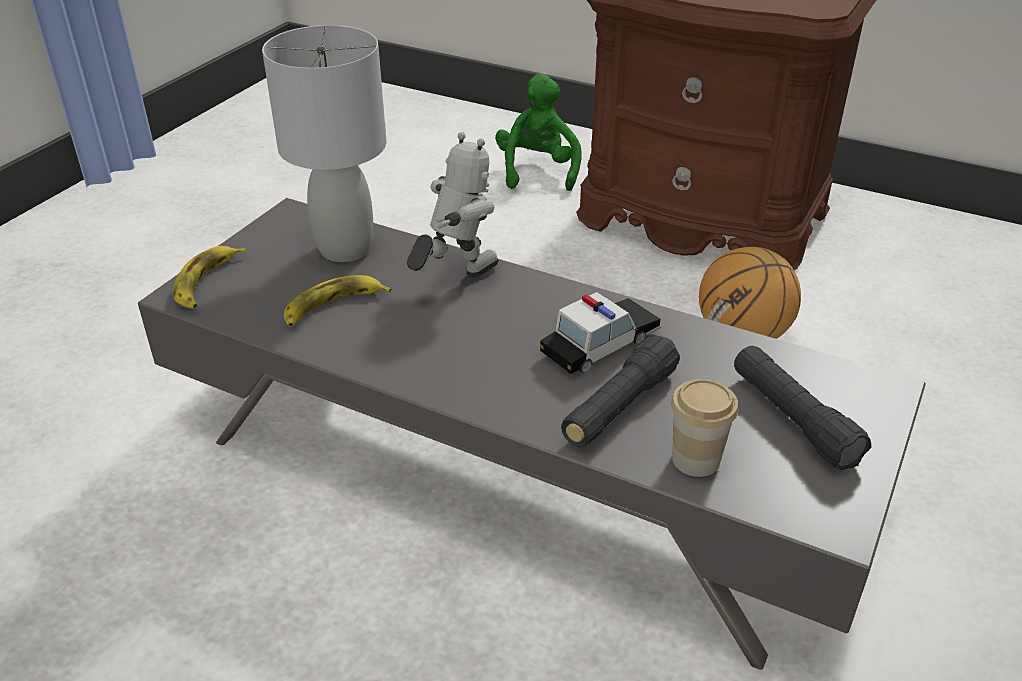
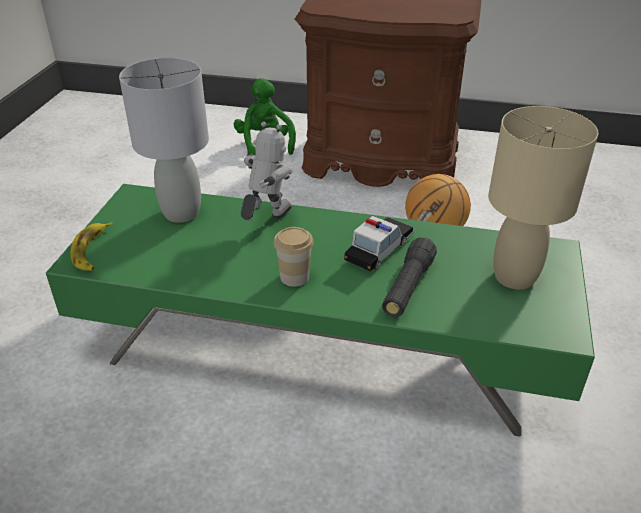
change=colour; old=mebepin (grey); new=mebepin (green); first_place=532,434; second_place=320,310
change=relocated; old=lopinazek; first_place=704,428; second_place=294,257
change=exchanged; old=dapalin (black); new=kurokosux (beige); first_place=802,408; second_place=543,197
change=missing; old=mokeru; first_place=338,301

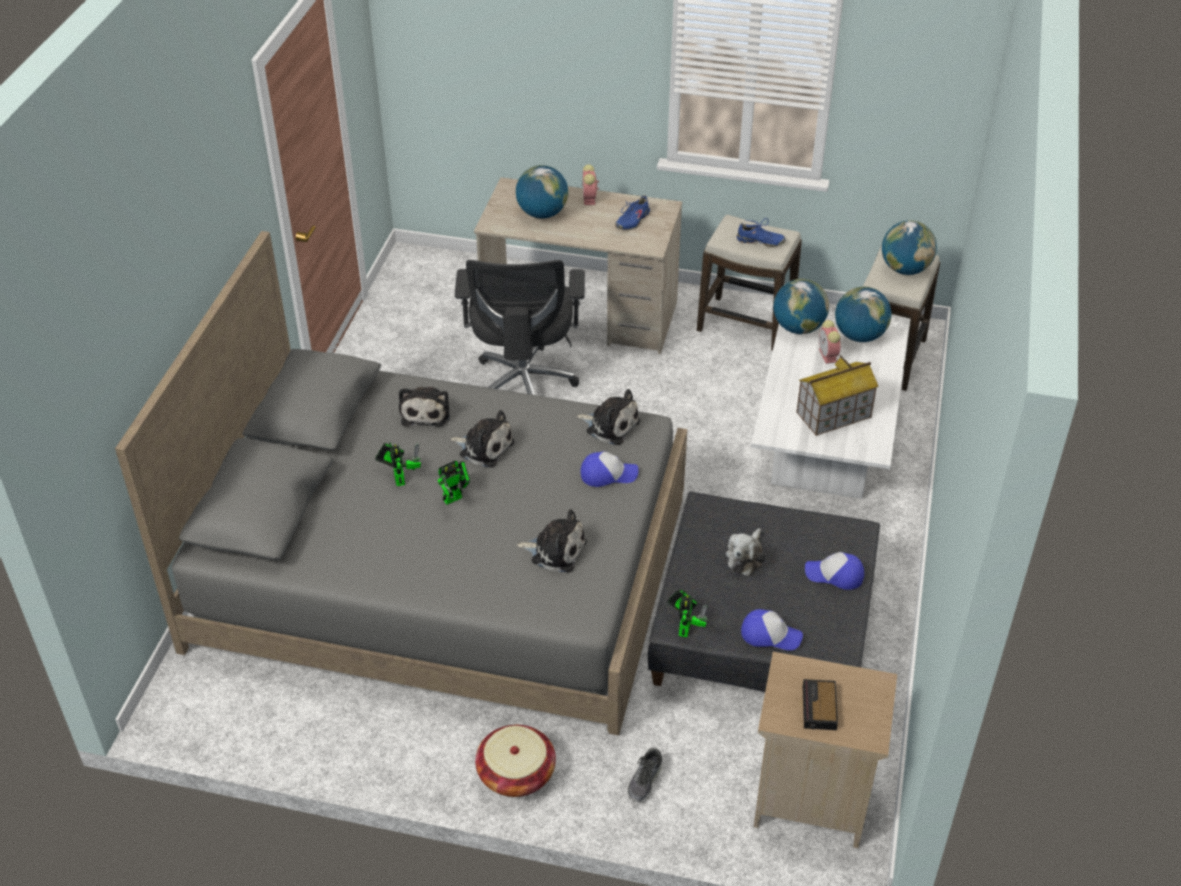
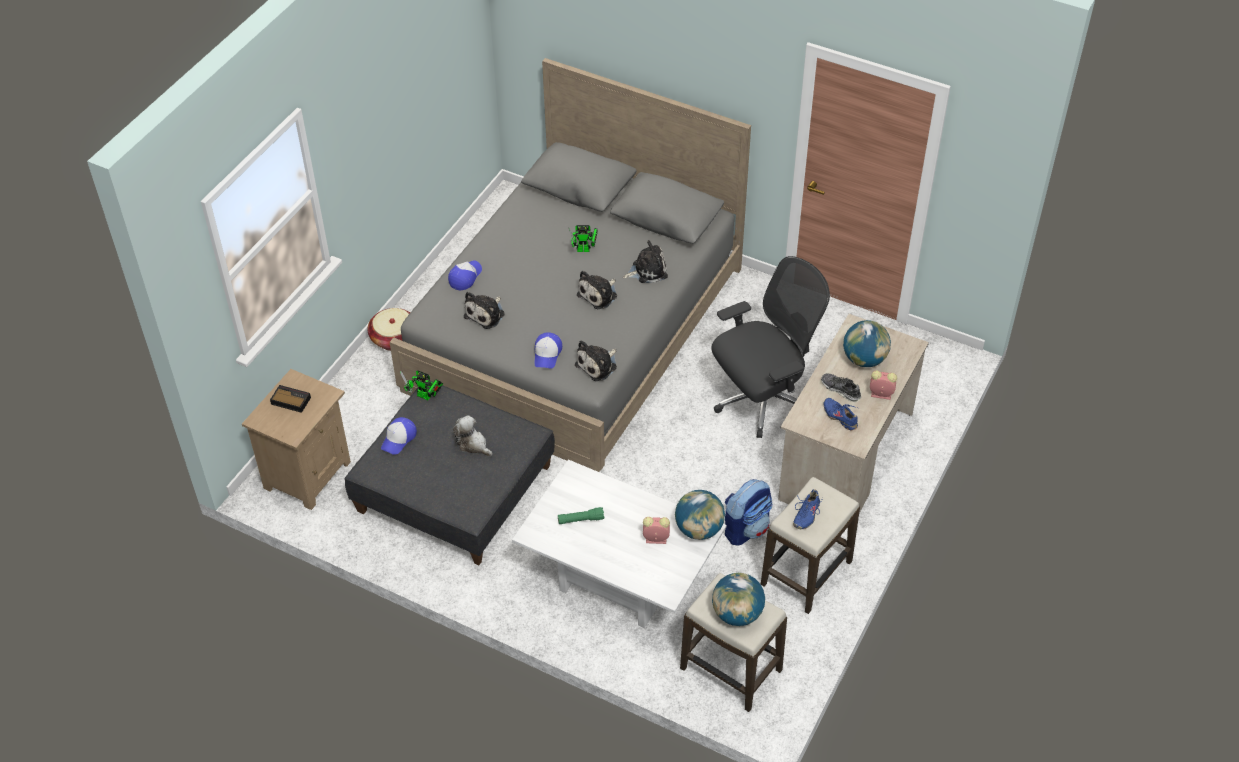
change=relocated; old=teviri; first_place=834,571; second_place=465,275
change=exchanged; old=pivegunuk; new=dapalin (green); first_place=837,395; second_place=581,515
change=spun; old=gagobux; first_place=424,406; second_place=645,261; degrees=150
change=spun; old=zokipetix; first_place=520,327; second_place=770,347; degrees=135
change=appeared; new=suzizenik; second_place=749,512
change=relocated; old=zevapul; first_place=645,775; second_place=841,387
change=missing; old=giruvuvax; first_place=454,483
change=missing; old=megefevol; first_place=863,314

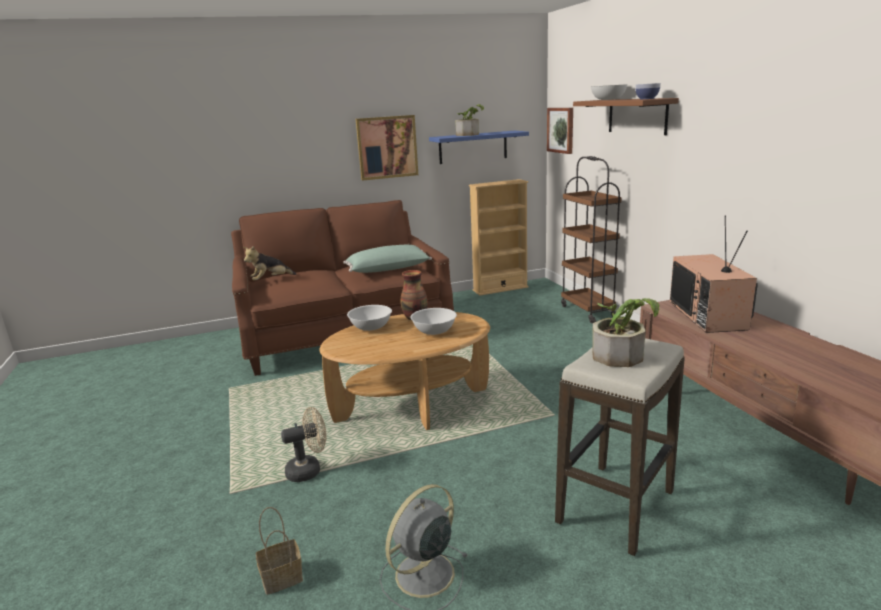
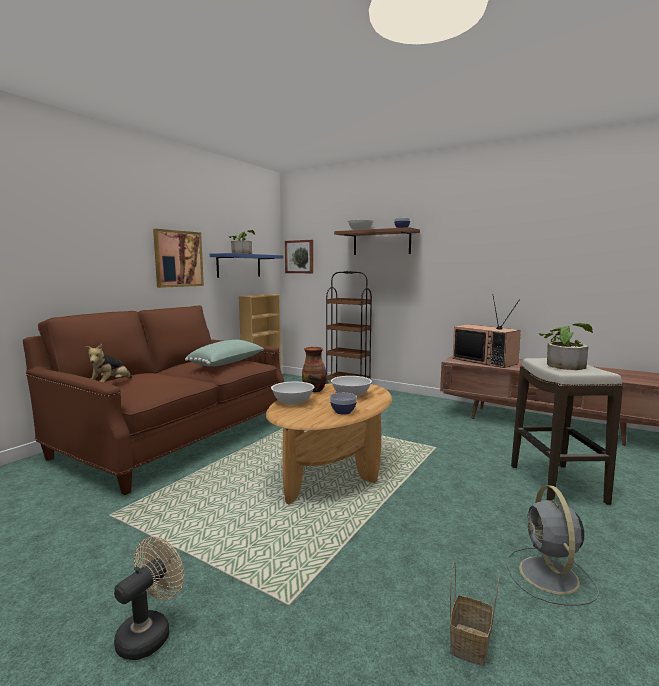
change=relocated; old=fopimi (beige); first_place=303,444; second_place=149,598
change=appeared; new=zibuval; second_place=343,404

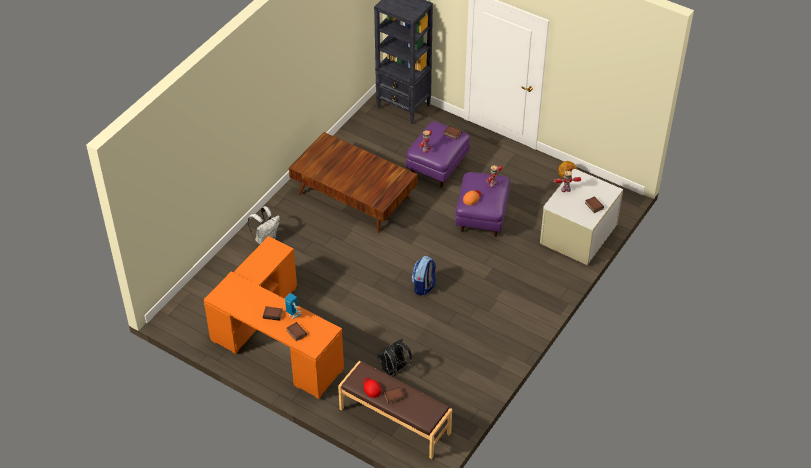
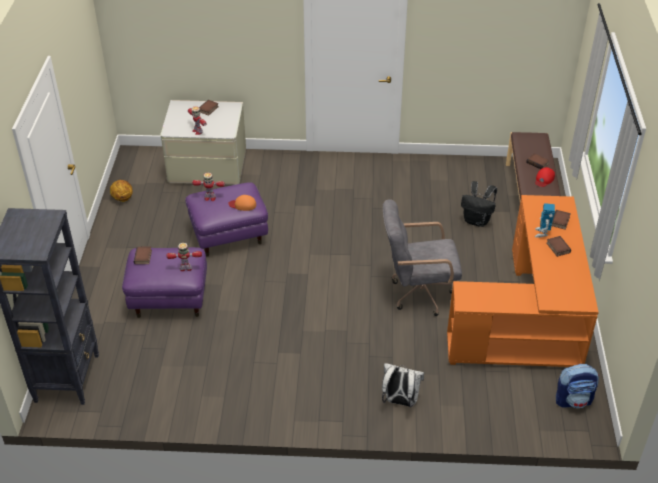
change=appeared; new=zokipetix (grey); second_place=422,257
change=relocated; old=suzizenik; first_place=423,275; second_place=577,386
change=missing; old=mebepin (brown); first_place=353,182

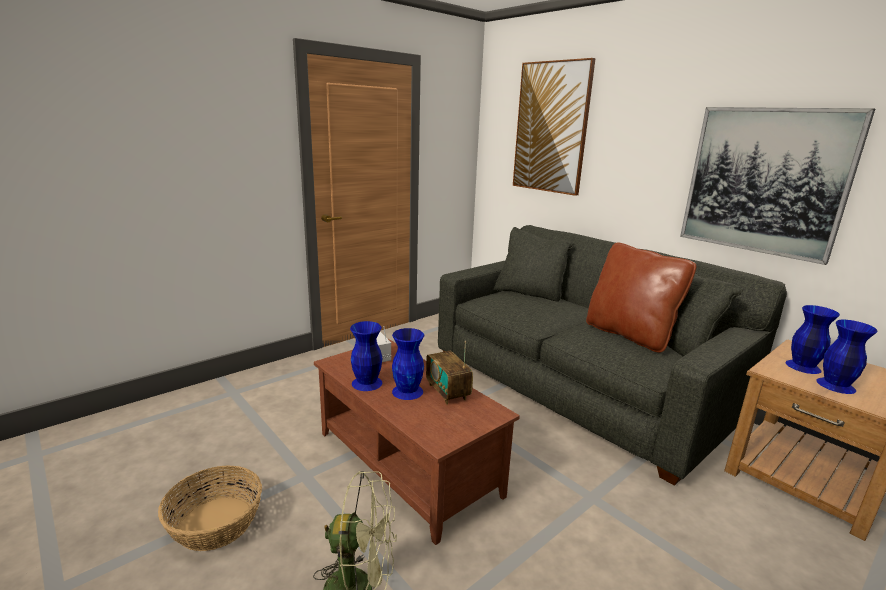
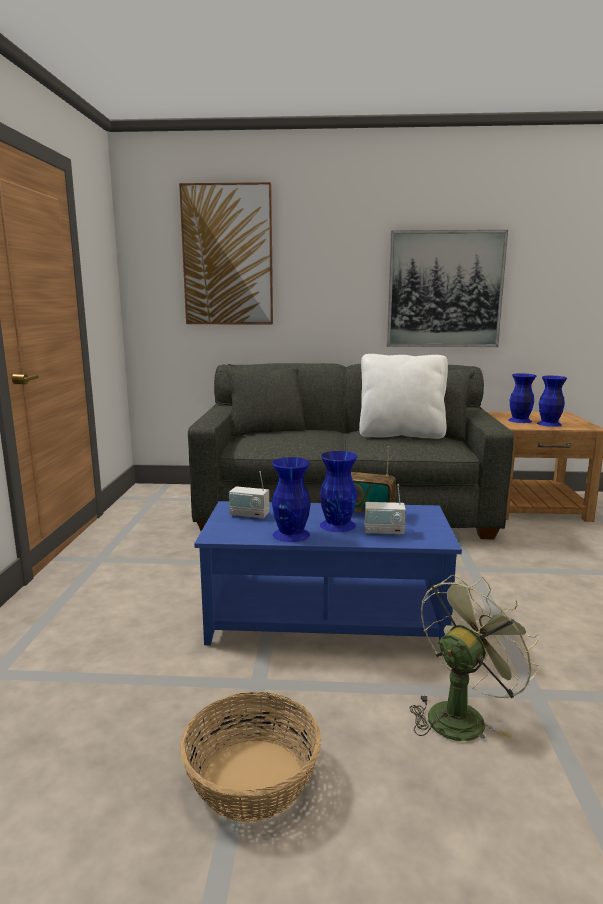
change=colour; old=mebepin (brown); new=mebepin (blue); first_place=417,442; second_place=328,573
change=colour; old=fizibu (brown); new=fizibu (white); first_place=641,298; second_place=403,396
change=appeared; new=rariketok; second_place=385,510

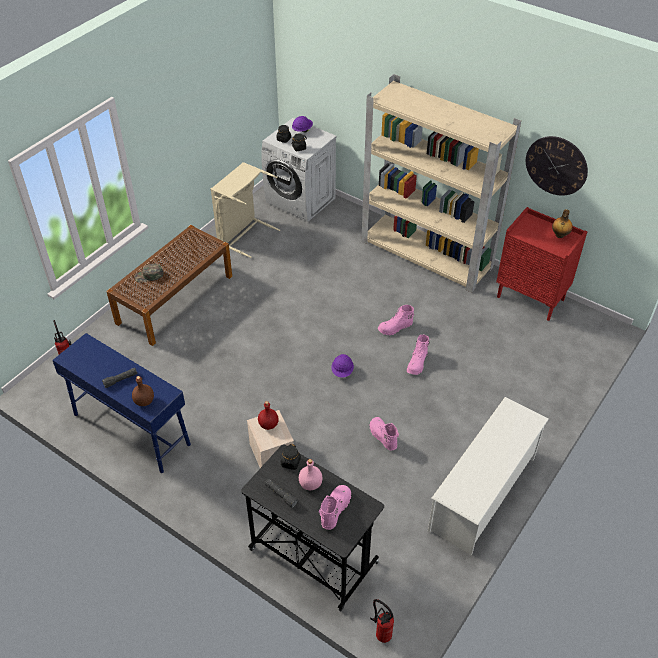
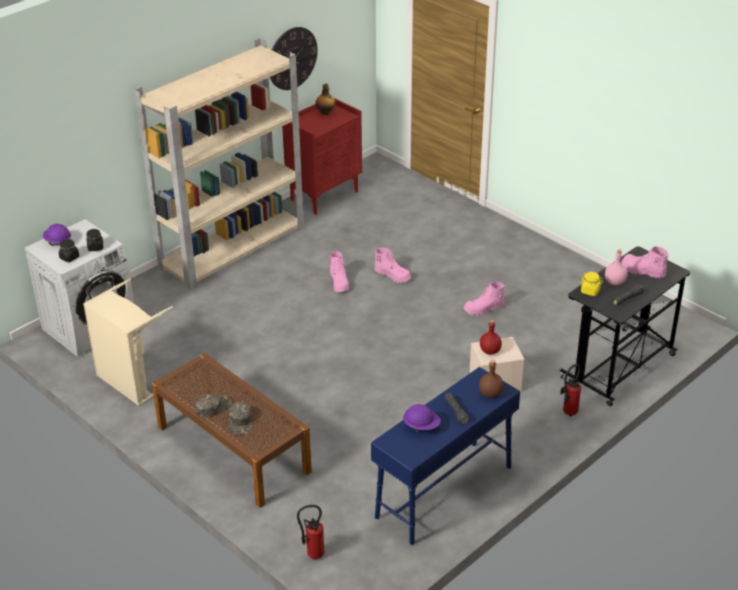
change=appeared; new=teviri (green); second_place=214,405
change=relocated; old=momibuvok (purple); first_place=342,366; second_place=422,418
change=relocated; old=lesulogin; first_place=382,621; second_place=570,390
change=colour; old=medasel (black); new=medasel (yellow); first_place=291,457; second_place=591,284
change=missing; old=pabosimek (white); first_place=488,476

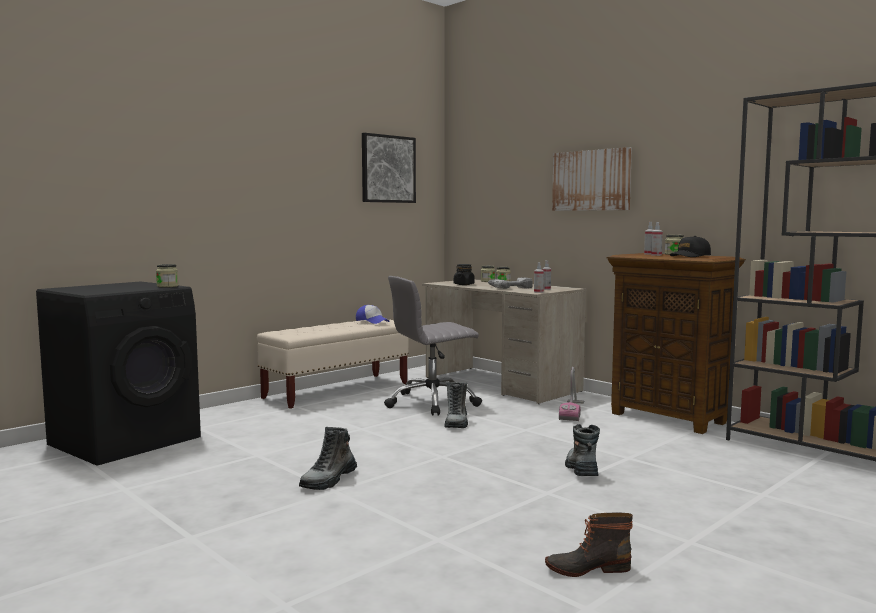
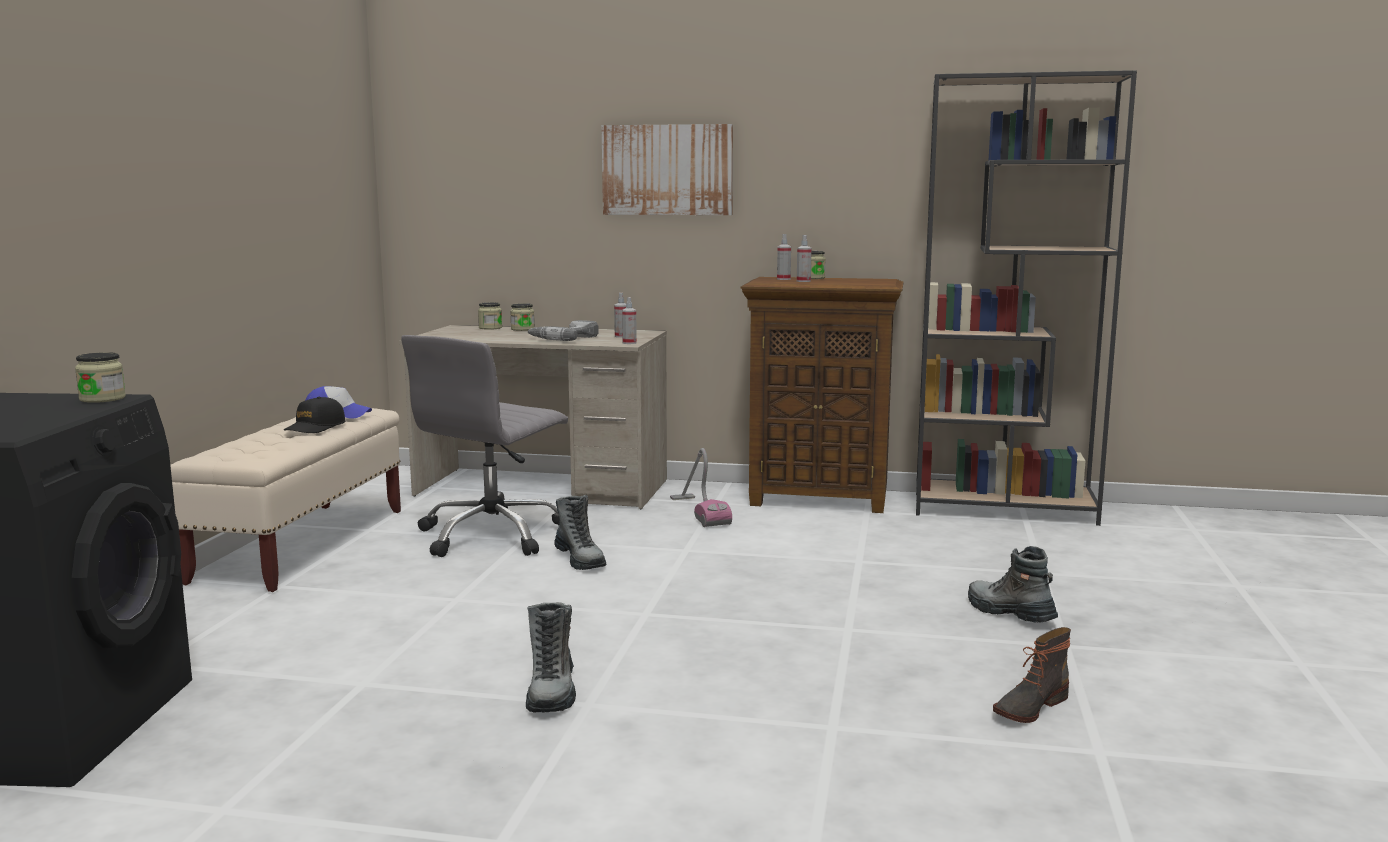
change=relocated; old=teviri (black); first_place=690,246; second_place=314,415
change=relocated; old=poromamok; first_place=582,450; second_place=1013,584
change=missing; old=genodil; first_place=389,168
change=missing; old=medasel (black); first_place=464,274

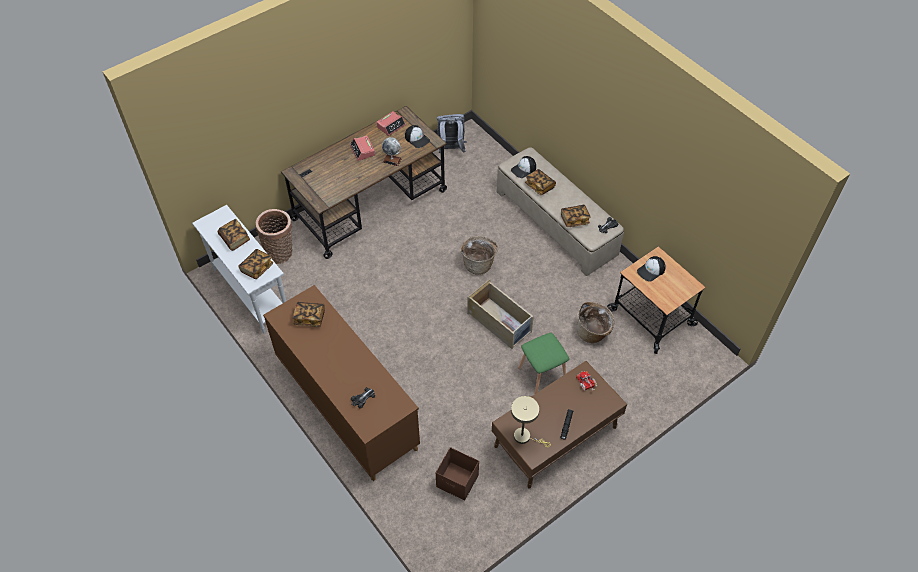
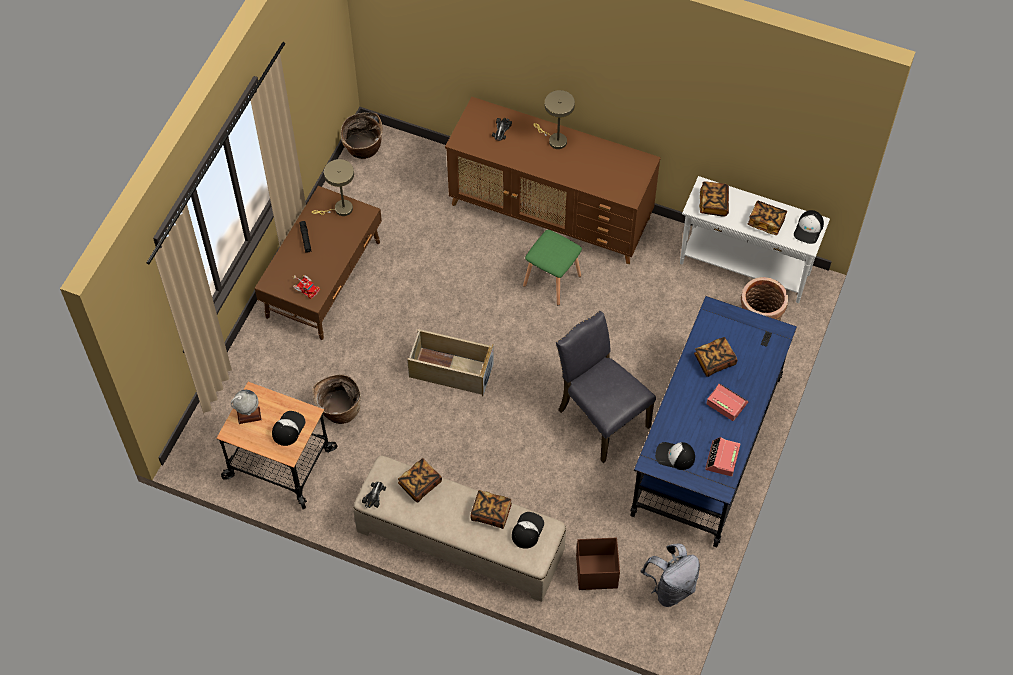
change=relocated; old=megefevol; first_place=392,151; second_place=246,407
change=relocated; old=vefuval; first_place=479,255; second_place=362,136
change=relocated; old=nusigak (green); first_place=543,363; second_place=552,268
change=appeared; new=kurokosux (beige); second_place=554,119
change=appeared; new=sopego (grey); second_place=606,387
change=relocated; old=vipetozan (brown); first_place=457,474; second_place=598,563
change=colour; old=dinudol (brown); new=dinudol (blue); first_place=364,182; second_place=713,422
change=relocated; old=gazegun; first_place=309,314; second_place=715,357
change=appeared; new=teviri; second_place=809,227

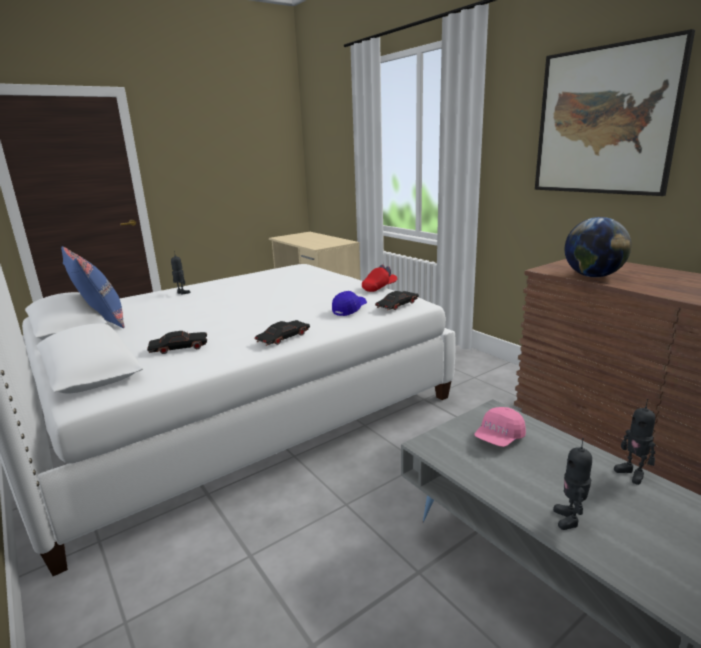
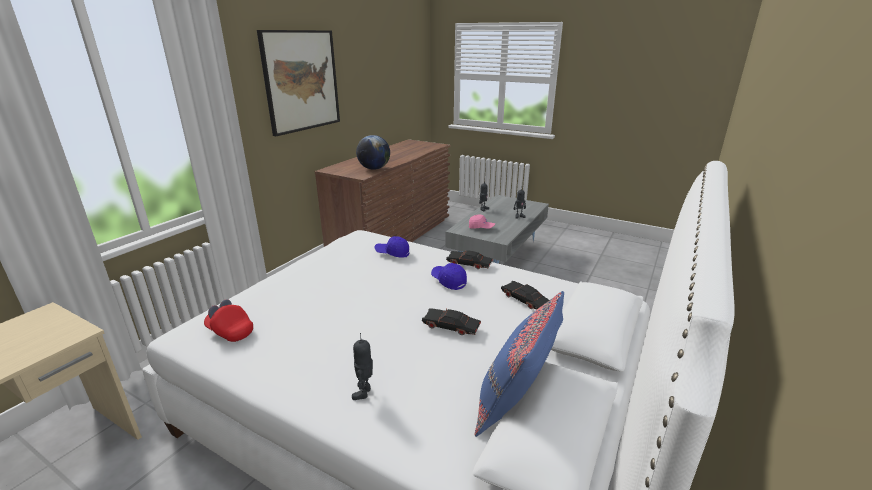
change=relocated; old=teviri (red); first_place=380,278; second_place=228,320
change=relocated; old=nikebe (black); first_place=397,300; second_place=451,321
change=appeared; new=teviri (blue); second_place=449,276

